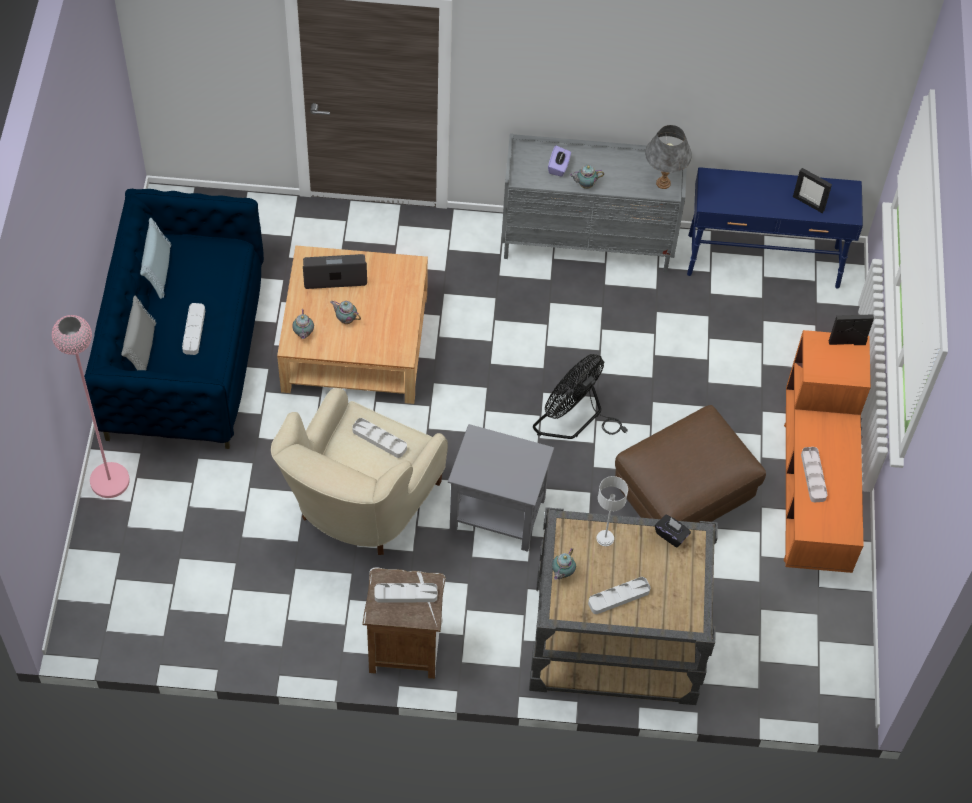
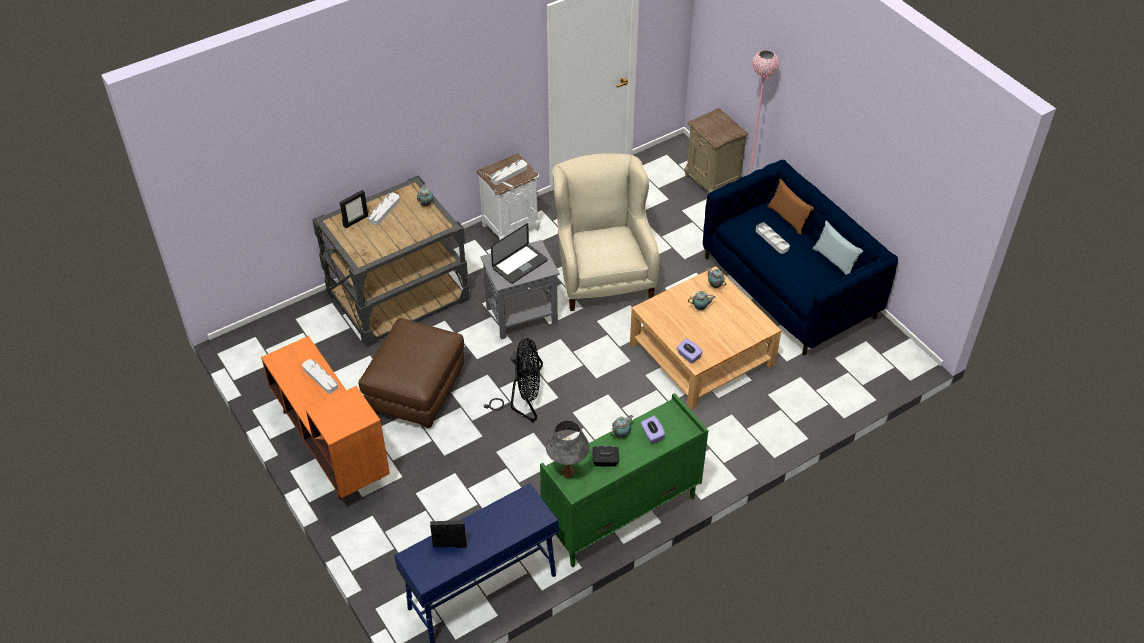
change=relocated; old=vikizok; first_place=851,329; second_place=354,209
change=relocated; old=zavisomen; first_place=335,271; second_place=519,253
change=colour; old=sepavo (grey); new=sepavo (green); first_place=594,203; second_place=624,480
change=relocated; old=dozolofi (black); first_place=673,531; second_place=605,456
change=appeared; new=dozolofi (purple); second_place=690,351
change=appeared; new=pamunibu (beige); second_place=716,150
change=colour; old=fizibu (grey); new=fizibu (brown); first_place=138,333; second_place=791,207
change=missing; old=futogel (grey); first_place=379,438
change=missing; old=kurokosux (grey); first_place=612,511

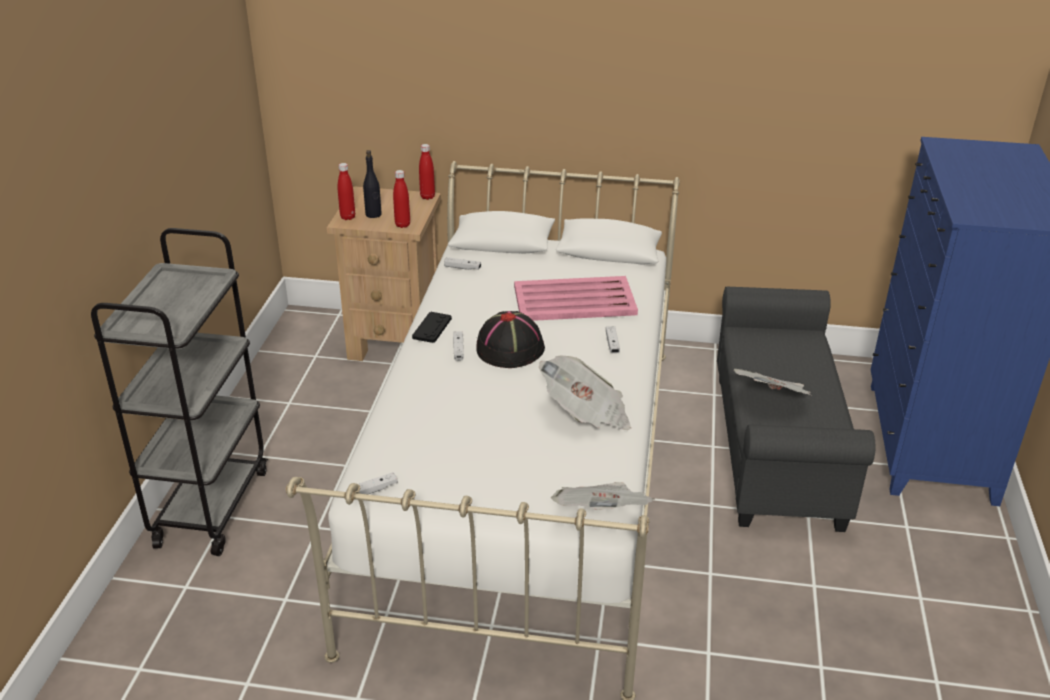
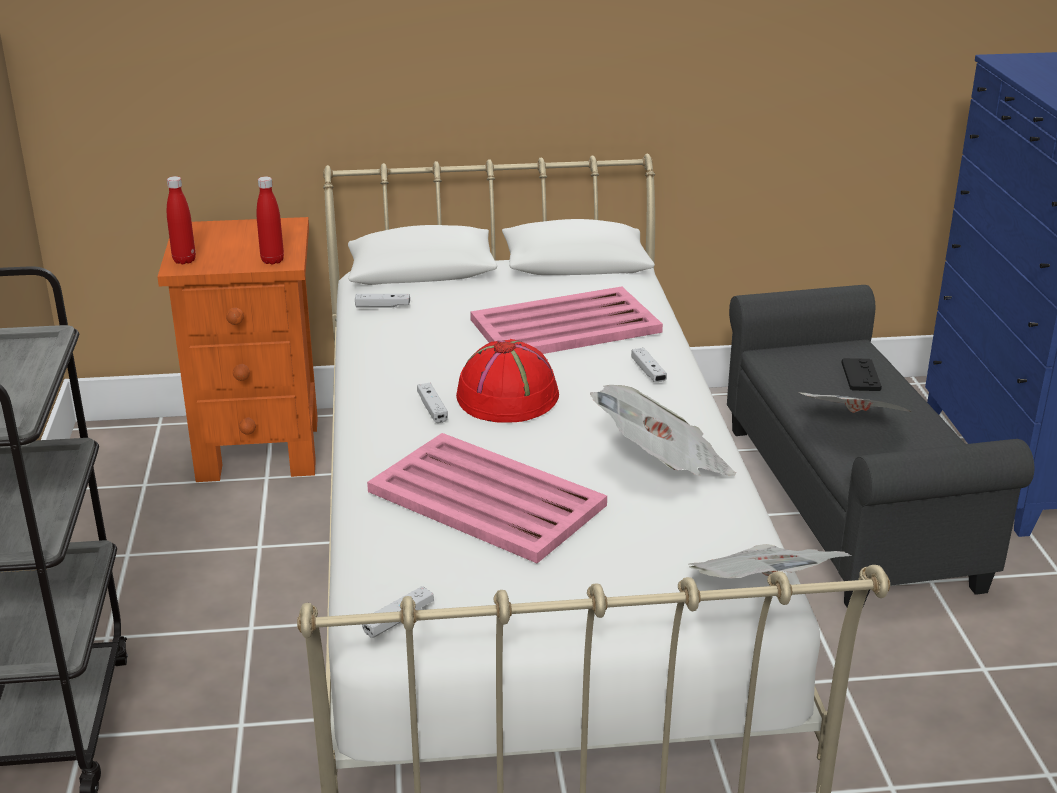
change=colour; old=pamunibu (beige); new=pamunibu (orange); first_place=384,273; second_place=237,349
change=appeared; new=futogel (pink); second_place=487,498
change=colour; old=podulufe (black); new=podulufe (red); first_place=510,339; second_place=507,381
change=relocated; old=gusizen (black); first_place=432,327; second_place=862,374
change=missing; old=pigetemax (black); first_place=372,184
change=missing; old=pigetemax (red); first_place=427,172

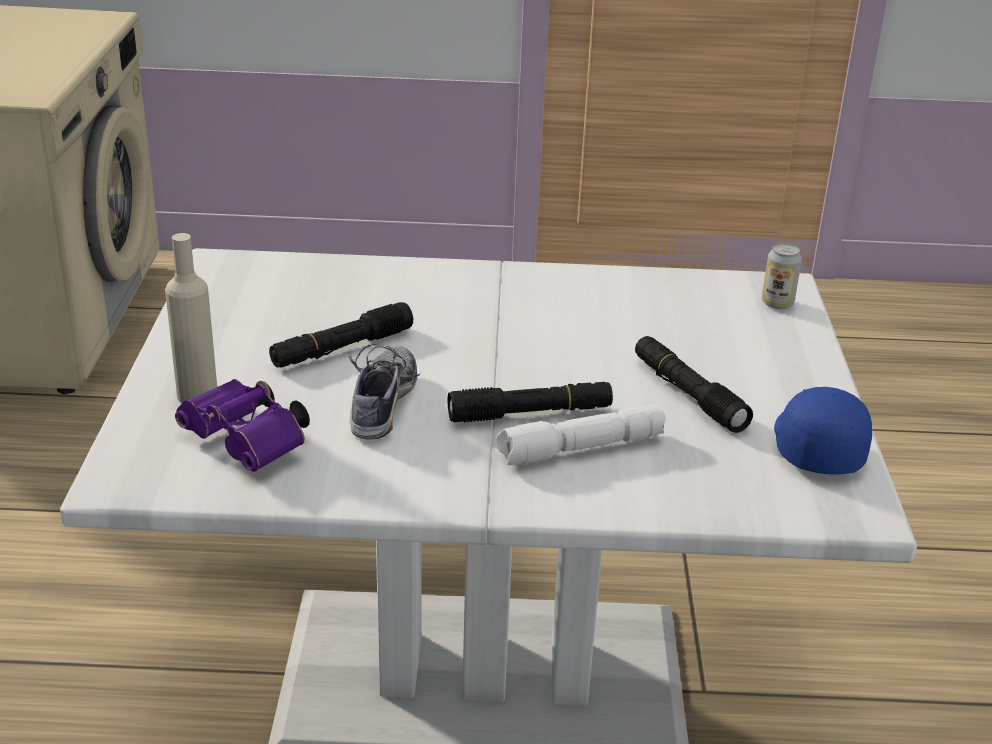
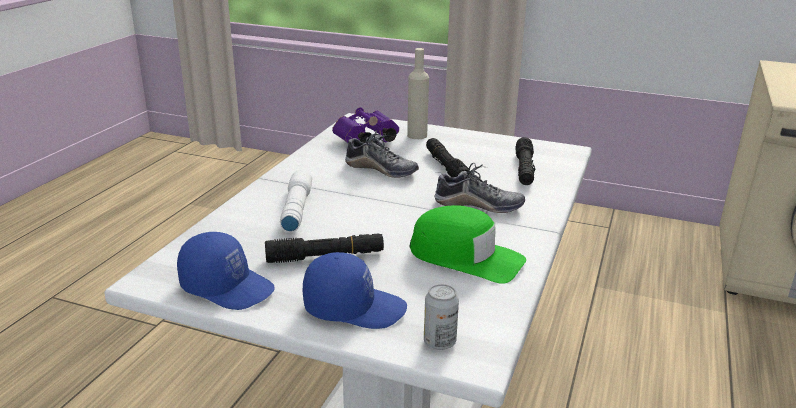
change=appeared; new=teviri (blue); second_place=355,290
change=appeared; new=teviri (green); second_place=467,244
change=appeared; new=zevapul; second_place=479,188
change=relocated; old=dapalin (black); first_place=530,402; second_place=525,161

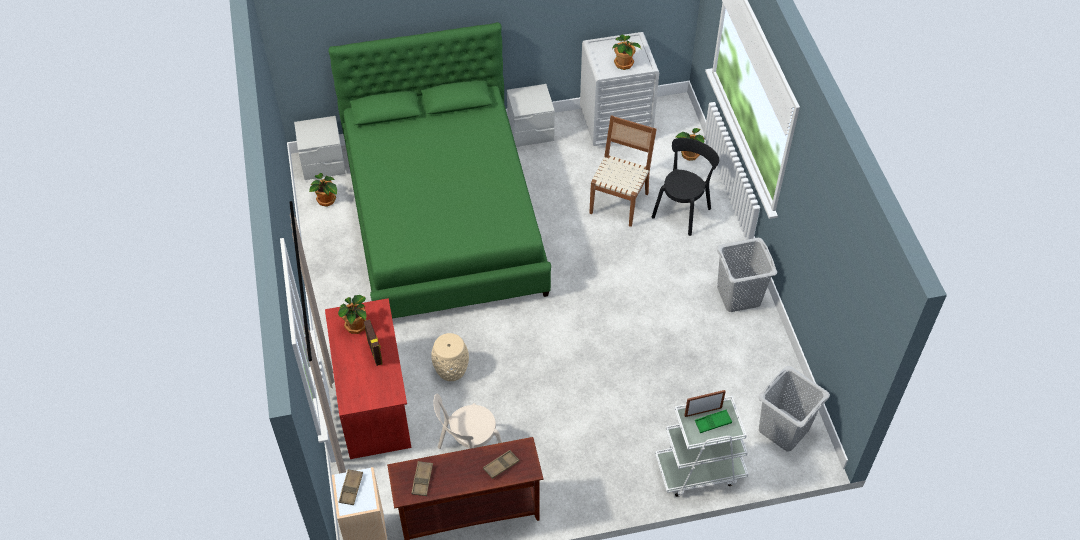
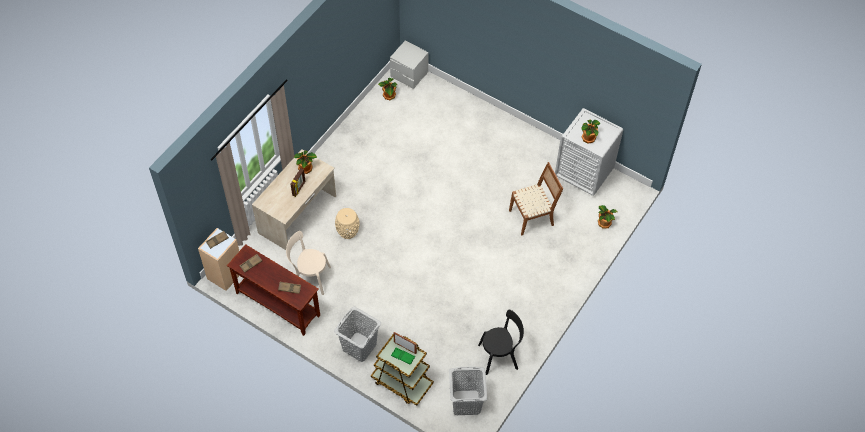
change=colour; old=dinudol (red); new=dinudol (beige); first_place=368,378; second_place=294,199
change=relocated; old=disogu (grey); first_place=746,275; second_place=357,334
change=colour; old=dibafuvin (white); new=dibafuvin (brown); first_place=702,446; second_place=402,369
change=relocated; old=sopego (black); first_place=685,187; second_place=501,342
change=missing; old=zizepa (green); first_place=439,170
change=missing; old=pamunibu (white); first_place=531,115

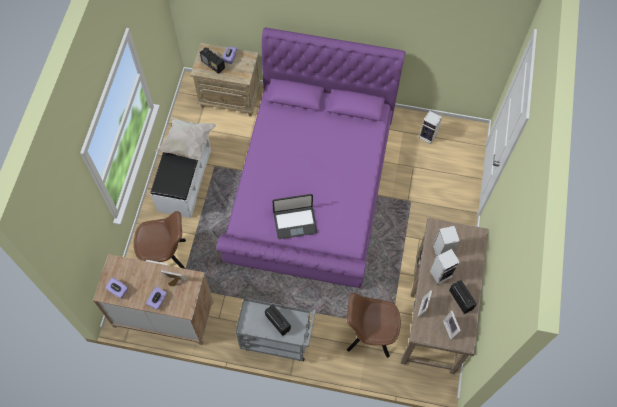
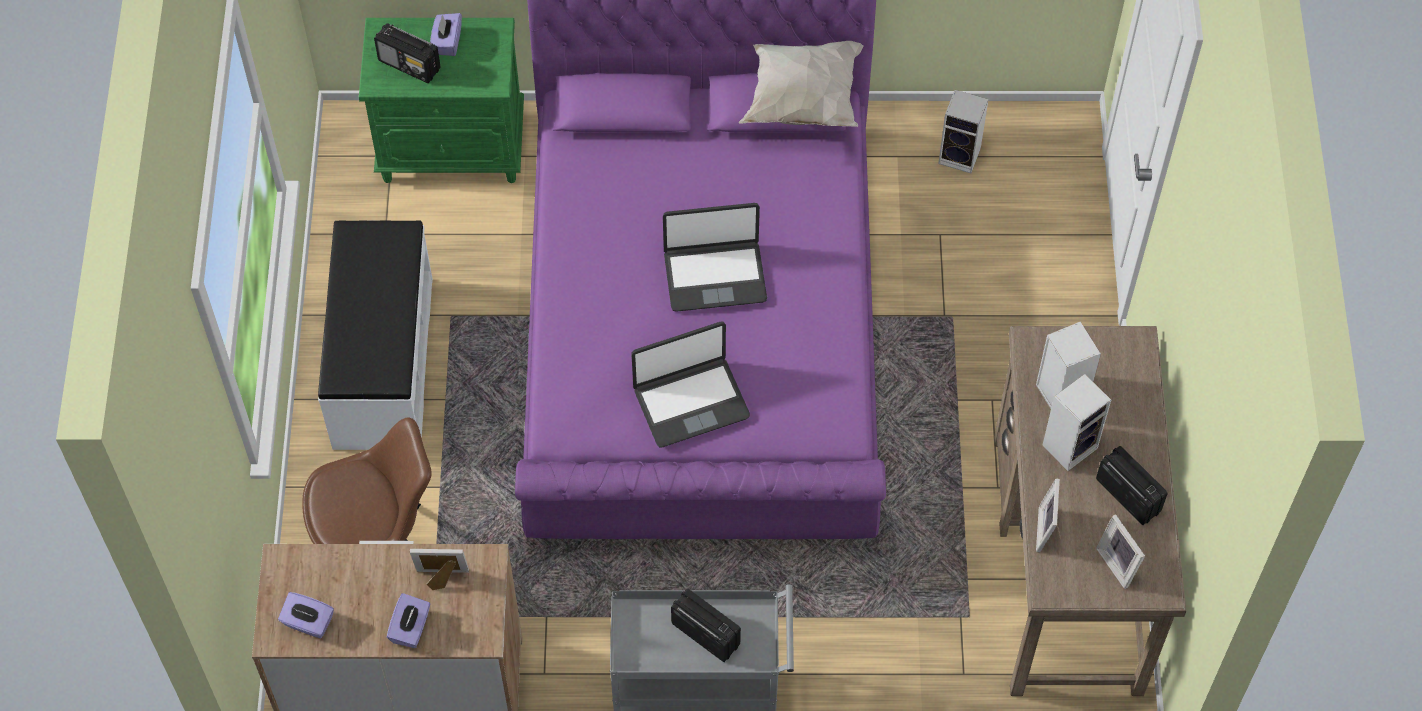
change=colour; old=pamunibu (beige); new=pamunibu (green); first_place=226,80; second_place=441,100
change=appeared; new=zavisomen; second_place=715,257
change=relocated; old=fizibu (white); first_place=186,139; second_place=801,84
change=missing; old=sopego (brown); first_place=374,325

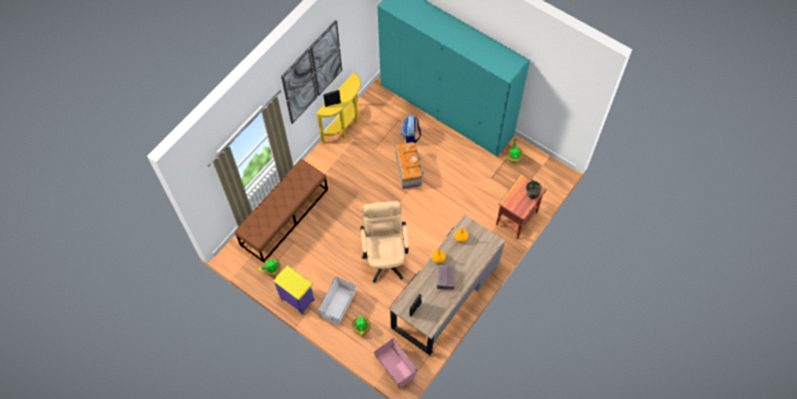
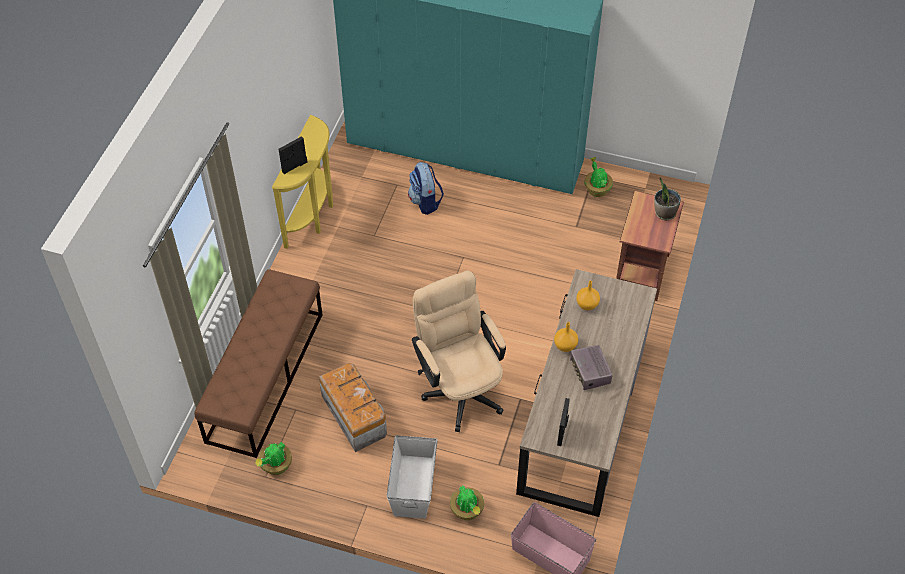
change=relocated; old=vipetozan; first_place=409,165; second_place=353,407
change=missing; old=pamunibu; first_place=294,290
change=missing; old=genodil; first_place=311,72

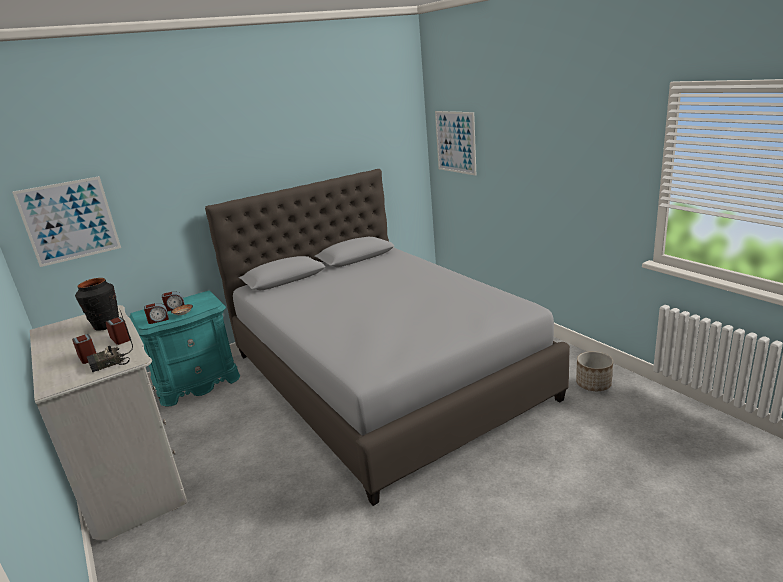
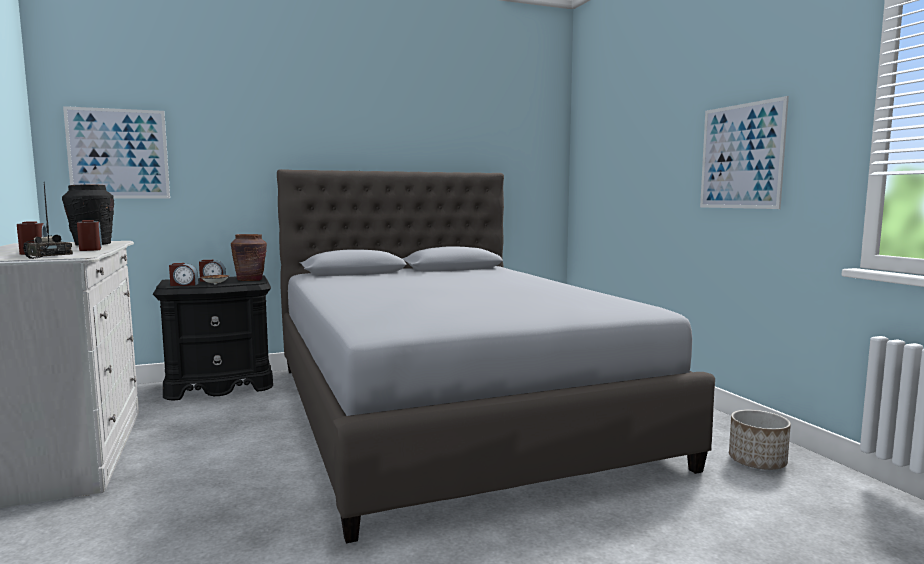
change=spun; old=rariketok; first_place=110,340; second_place=48,220; degrees=60
change=colour; old=pamunibu (turquoise); new=pamunibu (black); first_place=184,348; second_place=213,338
change=appeared; new=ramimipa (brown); second_place=249,257
change=relocated; old=genodil; first_place=455,143; second_place=744,152

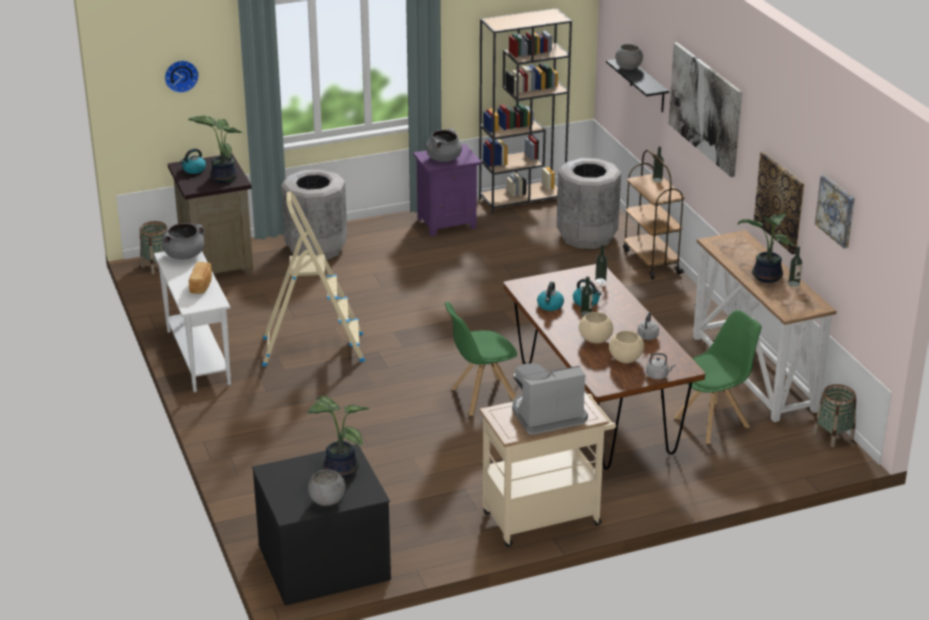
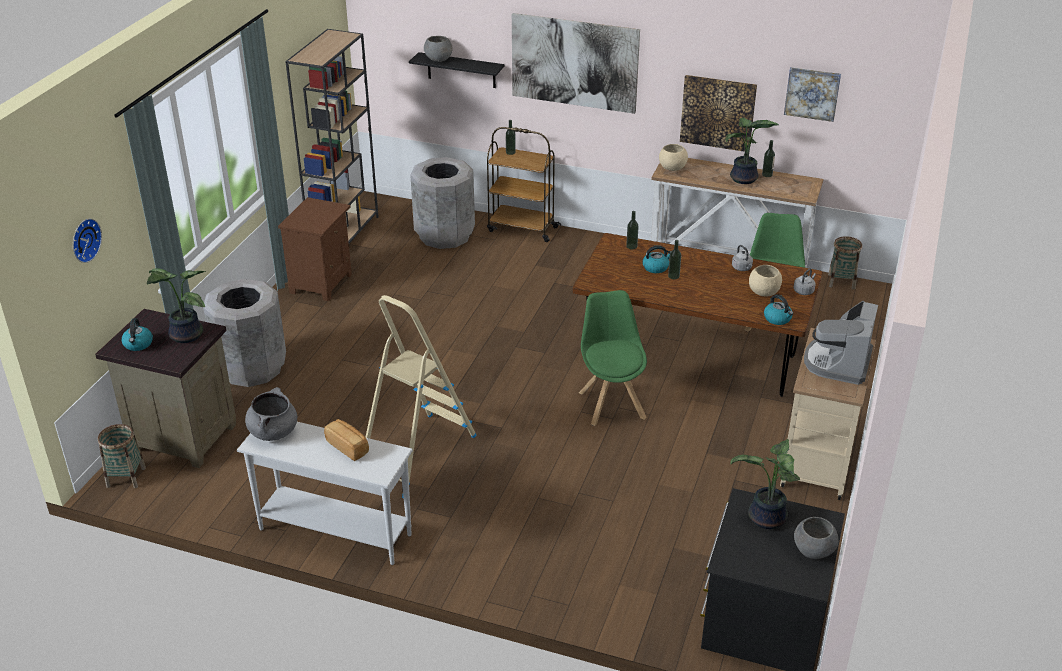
change=colour; old=pamunibu (purple); new=pamunibu (brown); first_place=447,190; second_place=315,249
change=spun; old=sopego (green); first_place=481,359; second_place=613,358; degrees=150
change=relocated; old=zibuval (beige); first_place=596,327; second_place=673,157
change=relocated; old=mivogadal; first_place=550,296; second_place=778,309
change=missing; old=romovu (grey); first_place=444,145

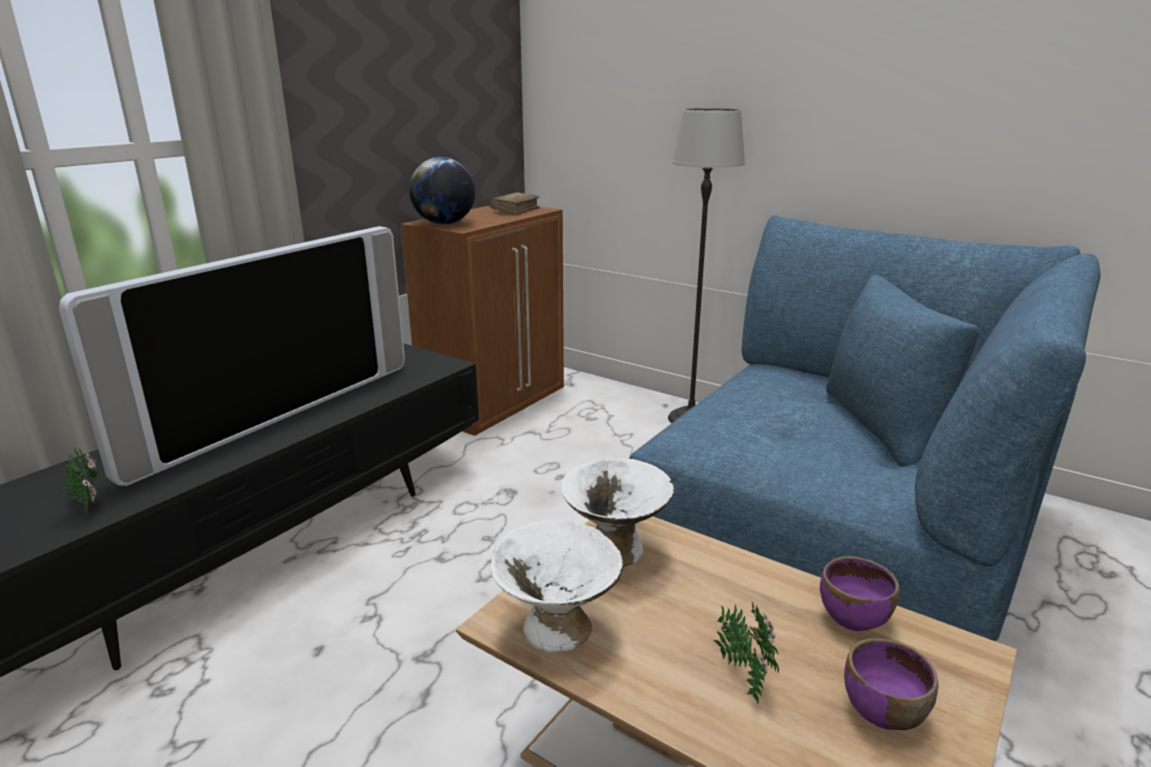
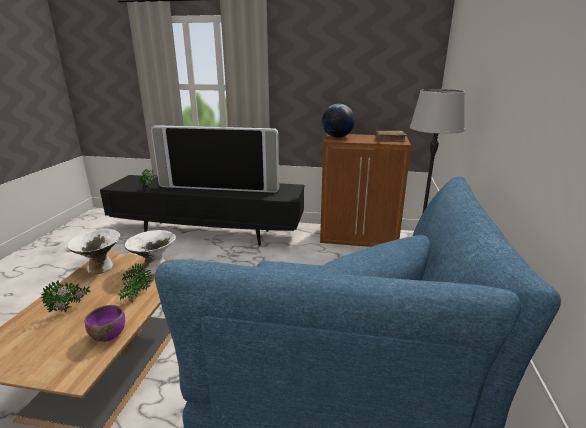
change=appeared; new=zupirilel; second_place=135,282
change=missing; old=zibuval (purple); first_place=891,684

